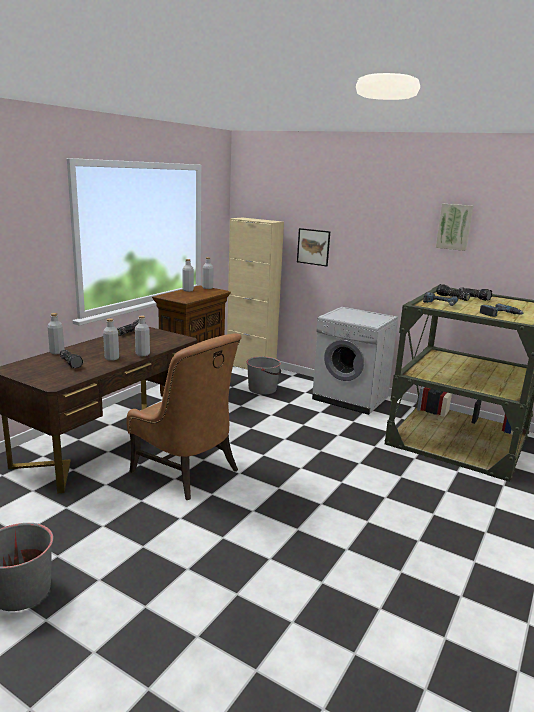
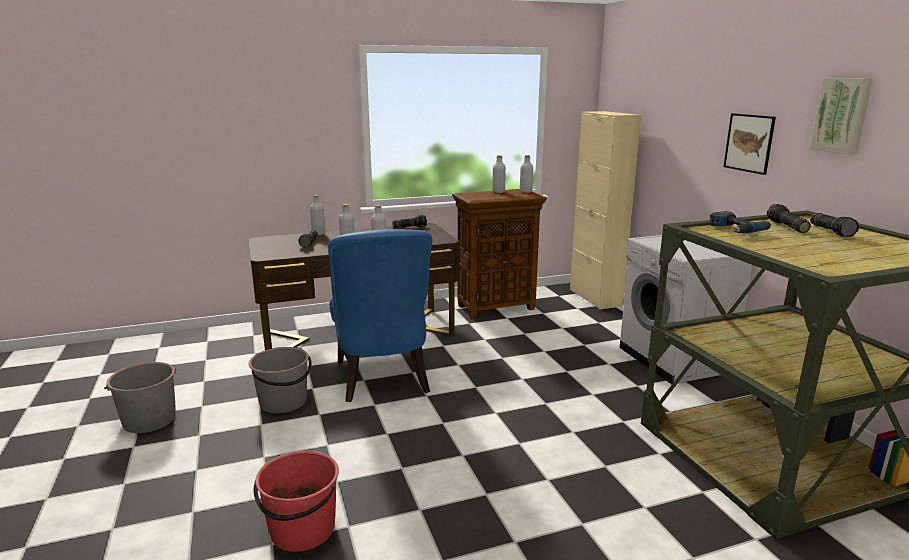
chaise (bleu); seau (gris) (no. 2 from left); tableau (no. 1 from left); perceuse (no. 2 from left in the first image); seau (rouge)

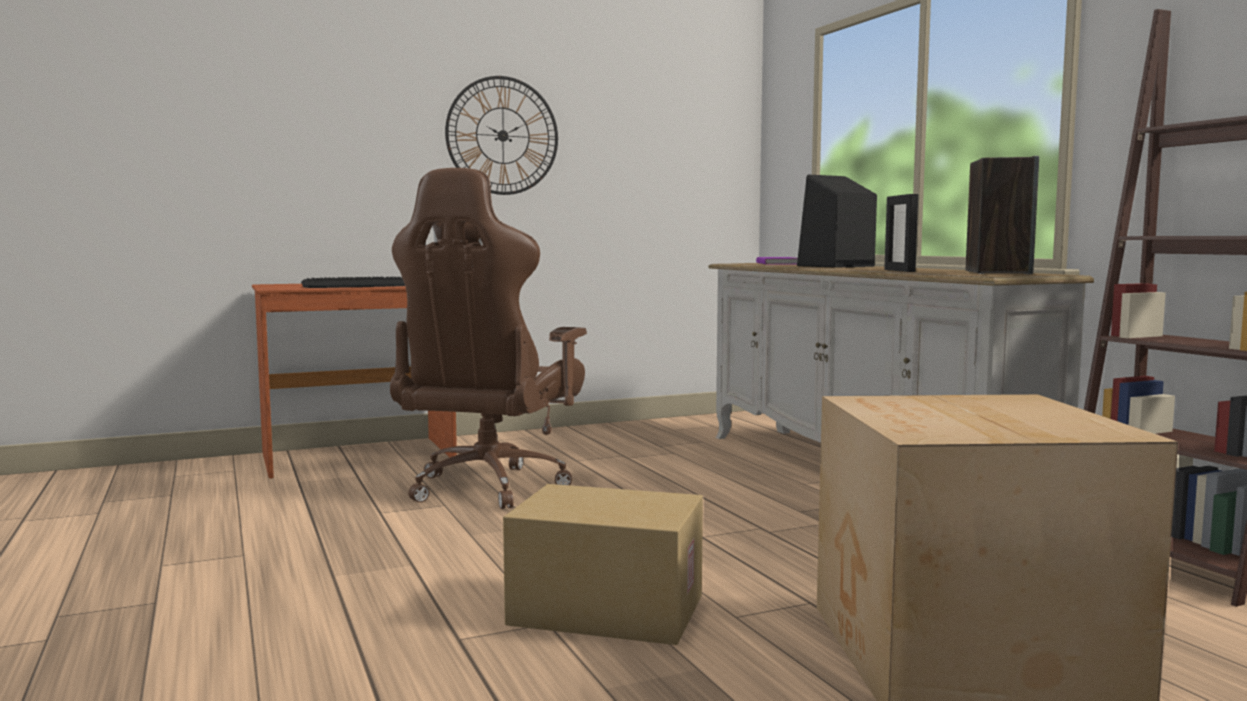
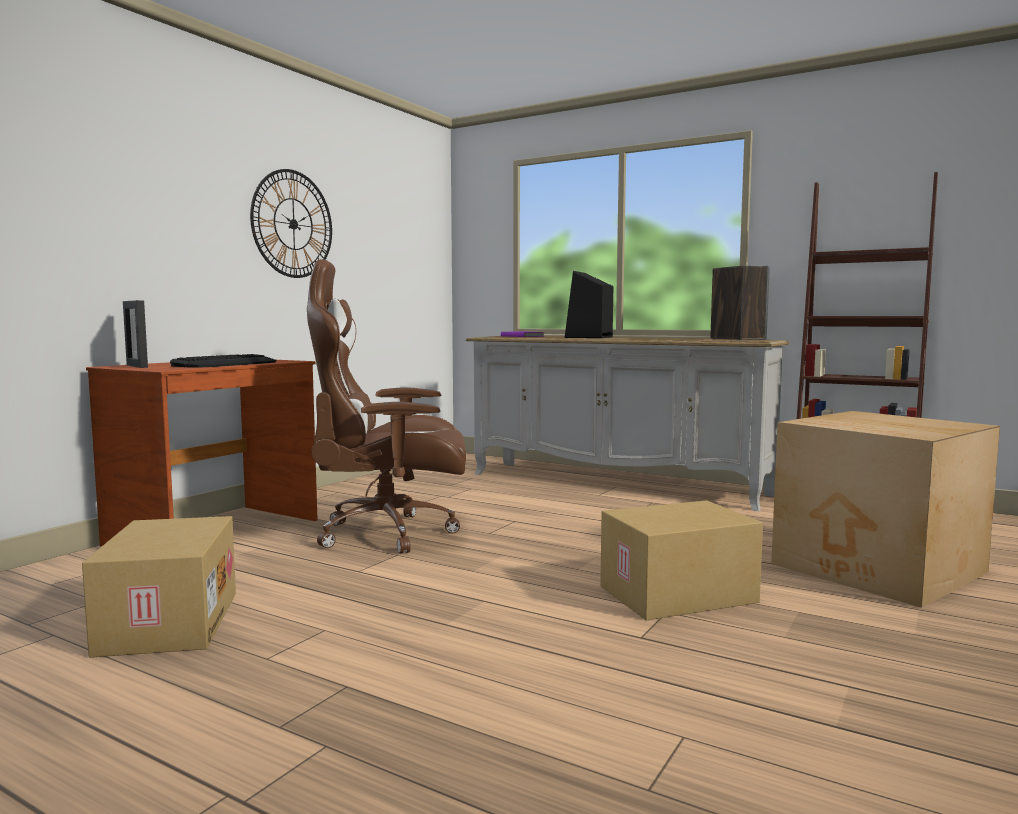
chaise de bureau (marron); cadre photo; carton (no. 1 from left)

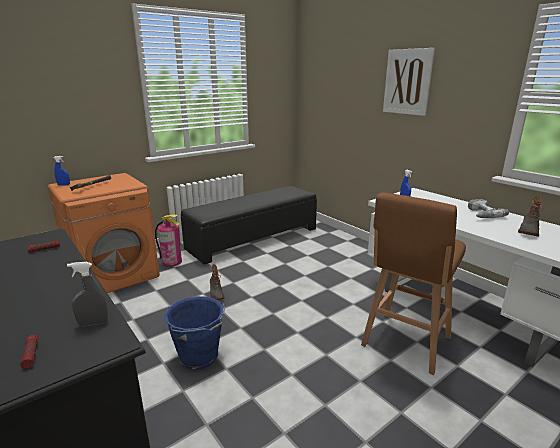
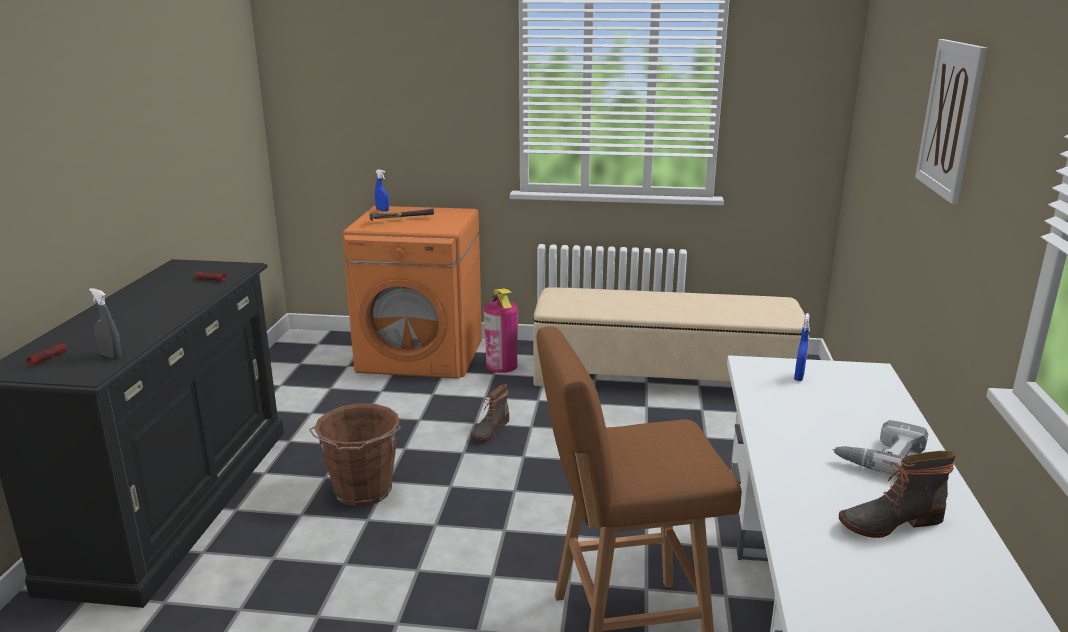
seau (marron); banc (beige)

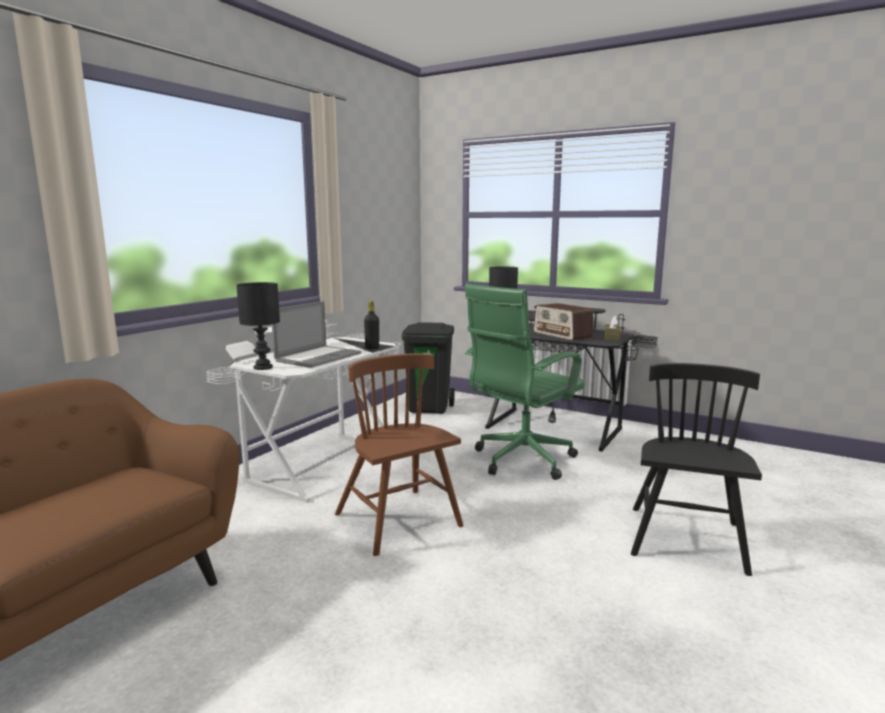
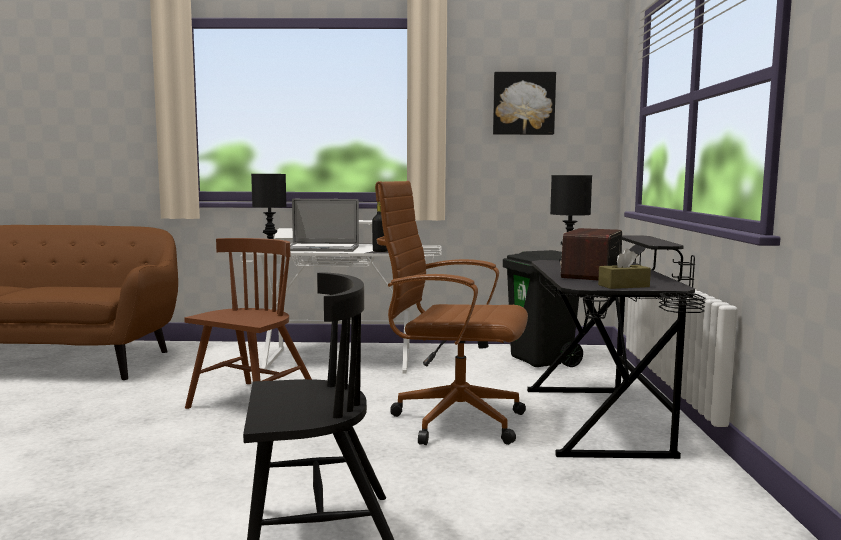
chaise de bureau (marron); tableau

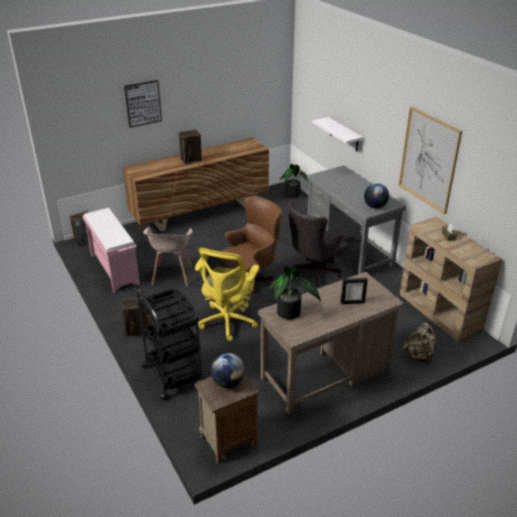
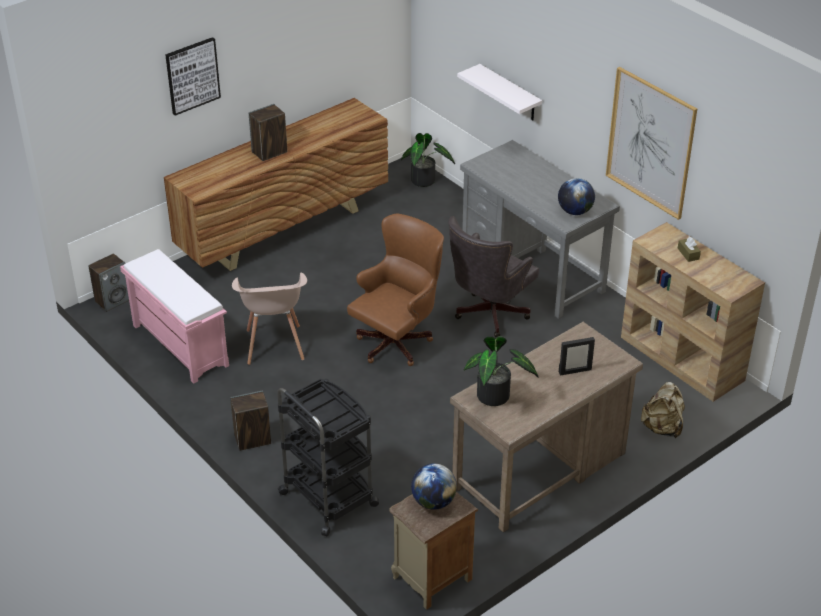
chaise de bureau (jaune)

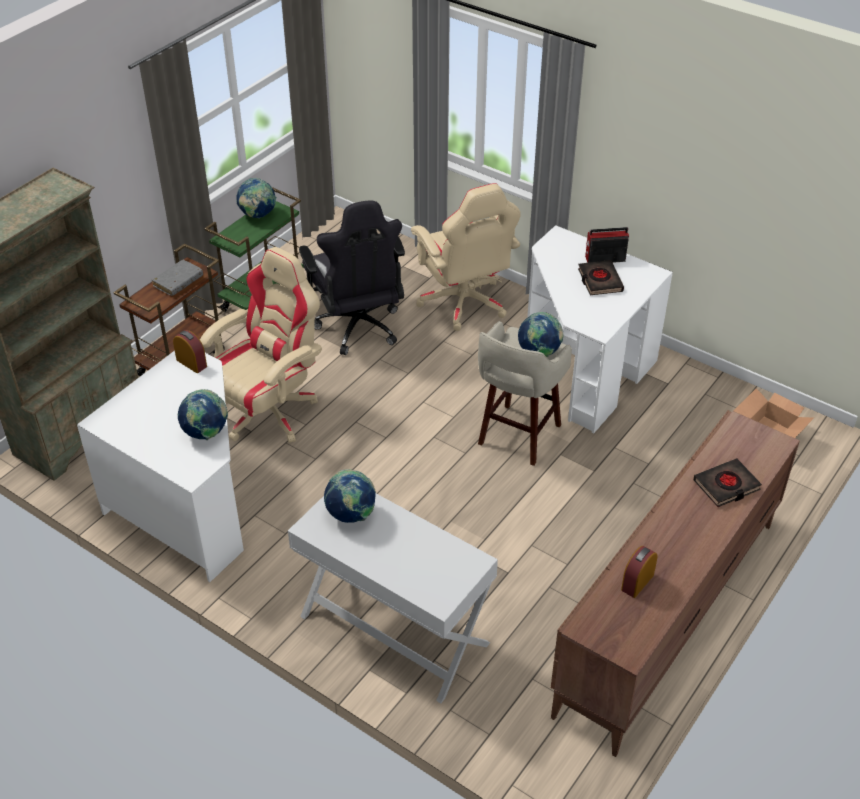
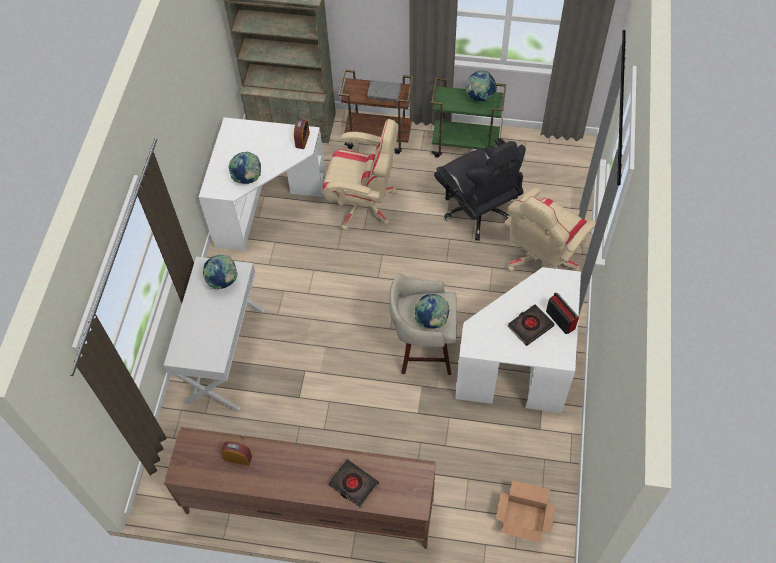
chaise de bureau (noir)

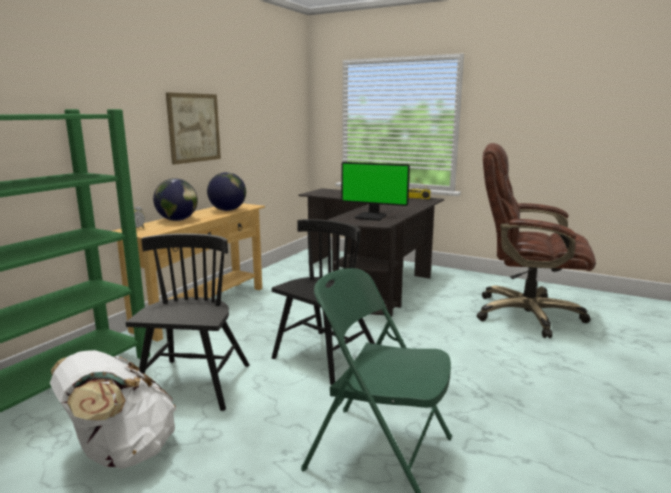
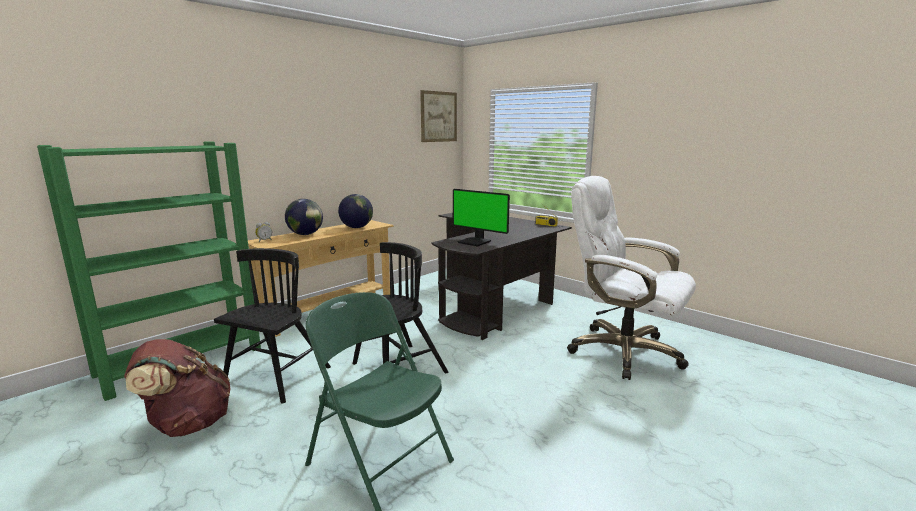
sac à dos (marron); tableau; chaise de bureau (blanc)

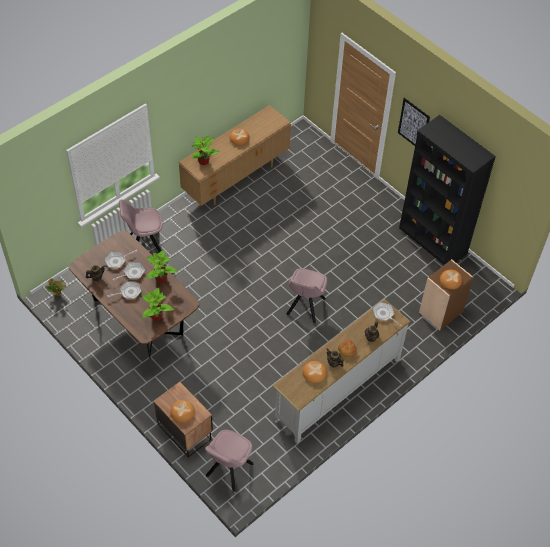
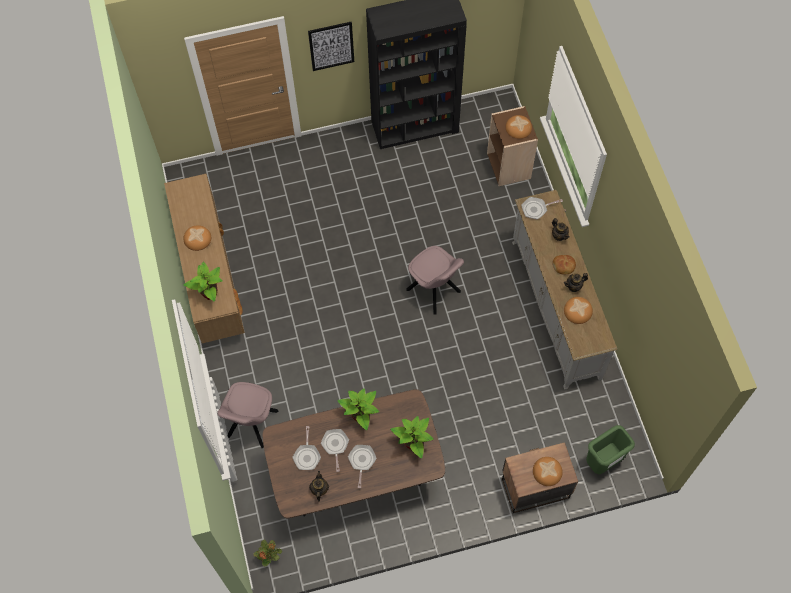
poubelle (vert)

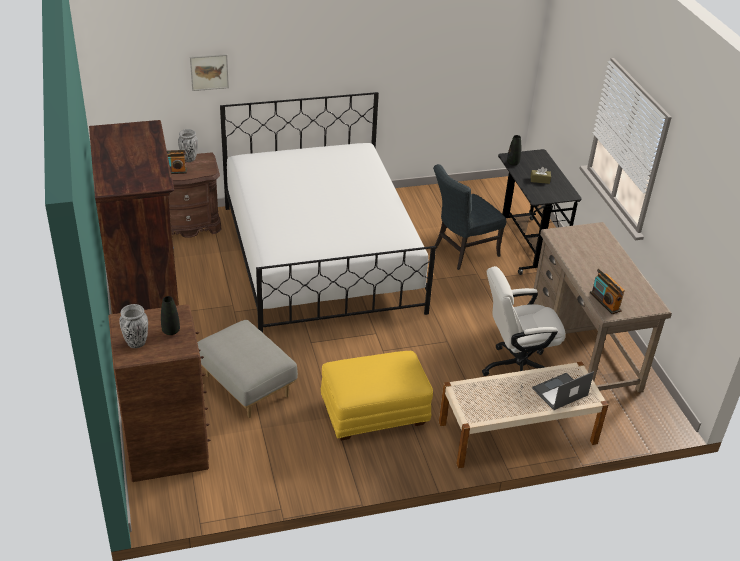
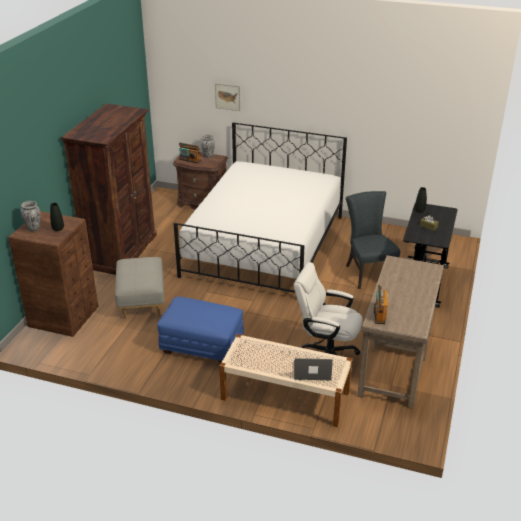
pouf (bleu); chaise (gris)

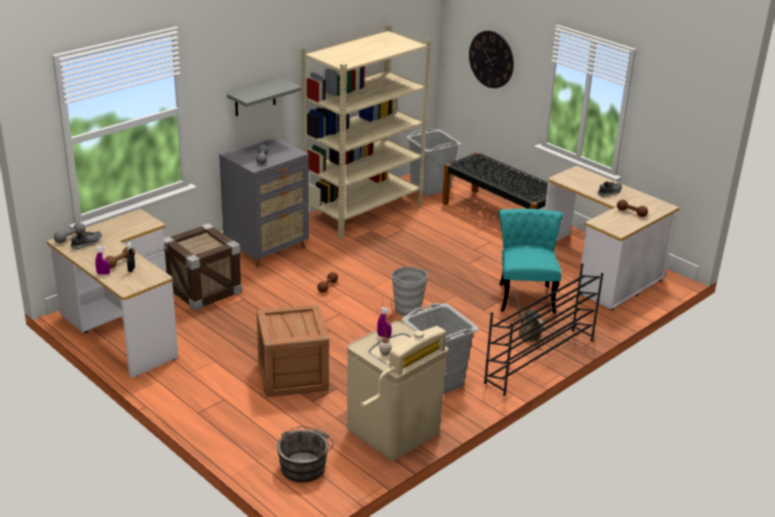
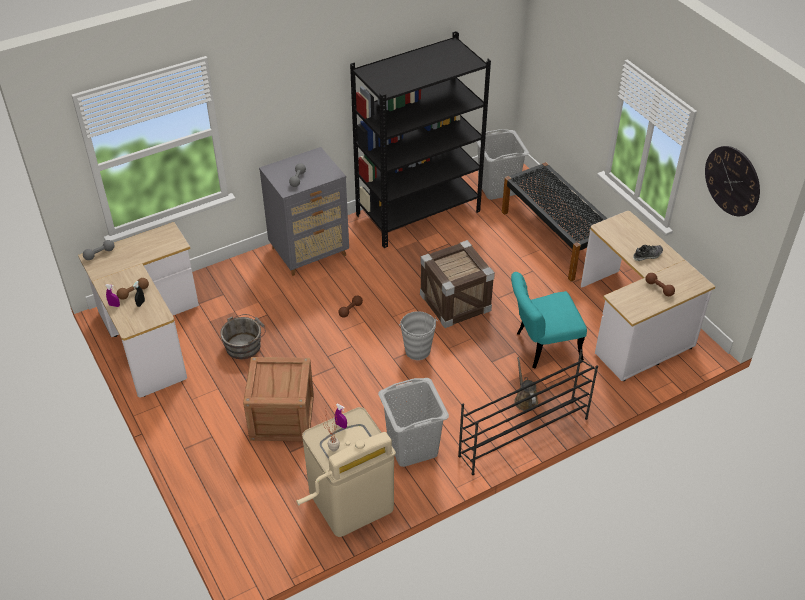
chaussure (no. 1 from left in the first image); caisse (no. 2 from left); étagère (gris); seau (gris) (no. 1 from left); bibliothèque (noir); horloge murale; chaise (turquoise)

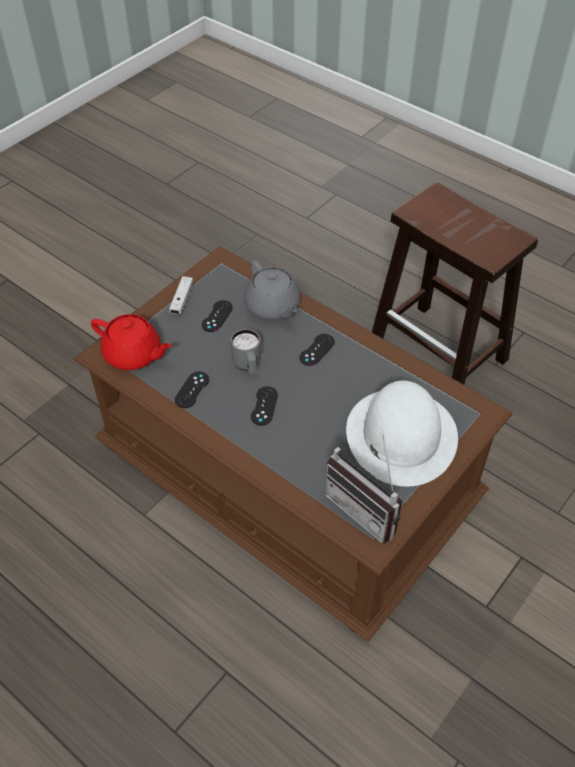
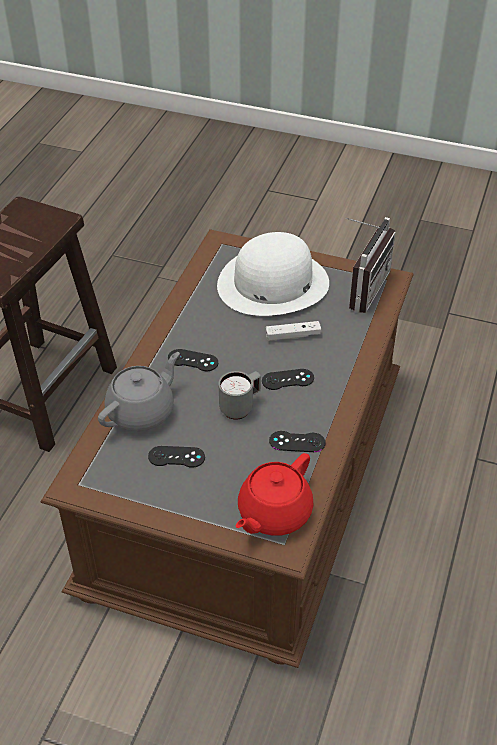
théière (rouge); manette (blanc)

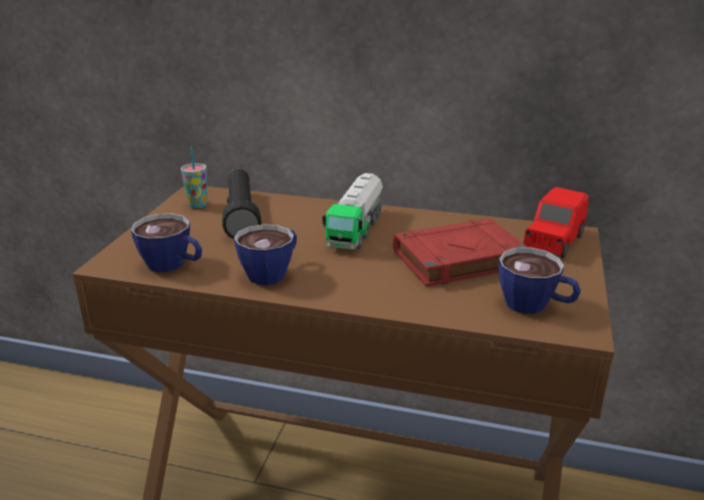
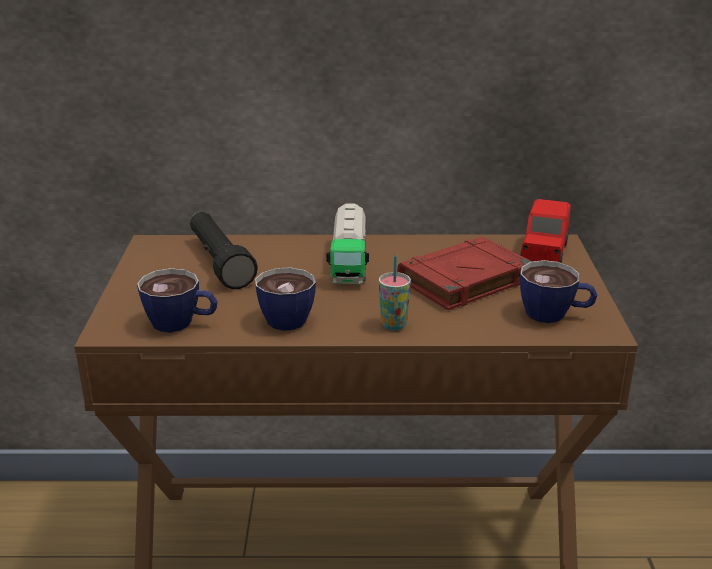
tasse (no. 3 from left)

